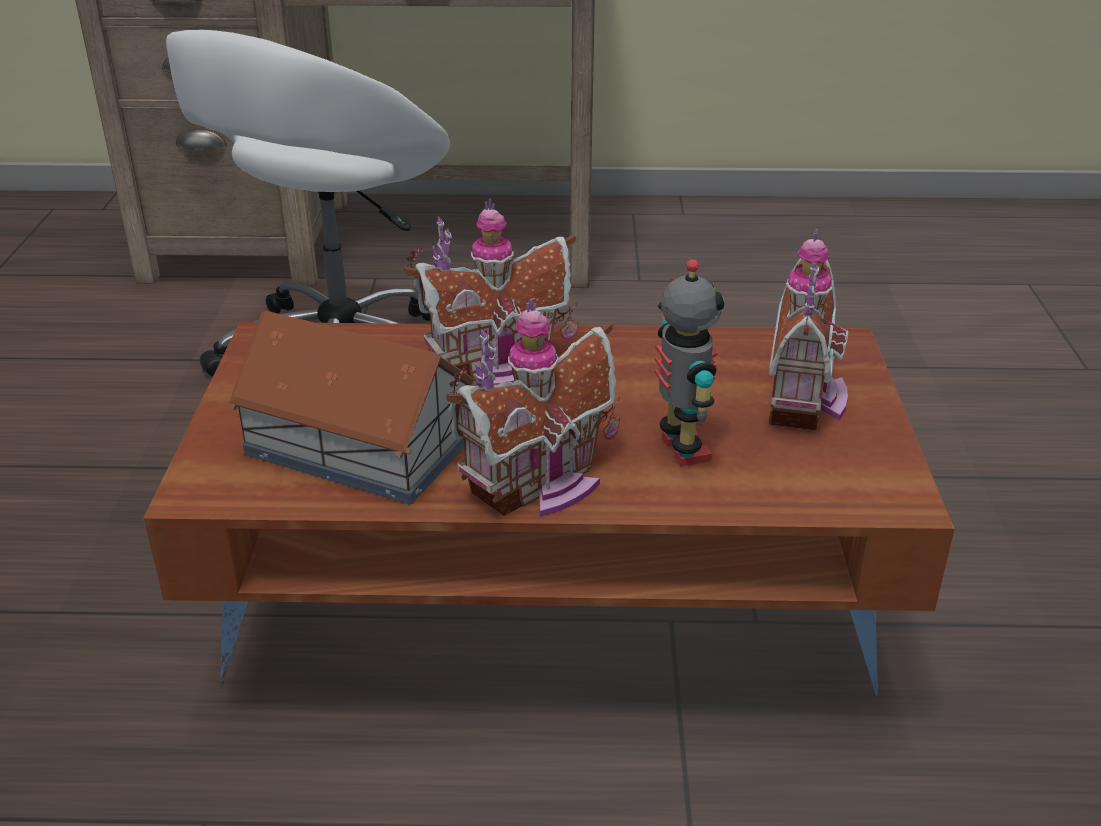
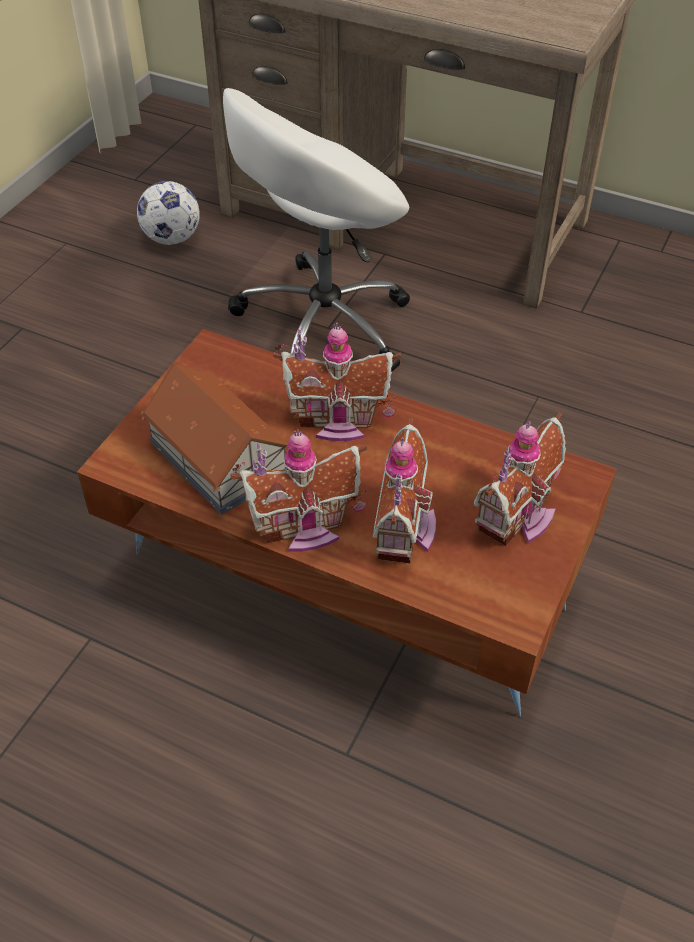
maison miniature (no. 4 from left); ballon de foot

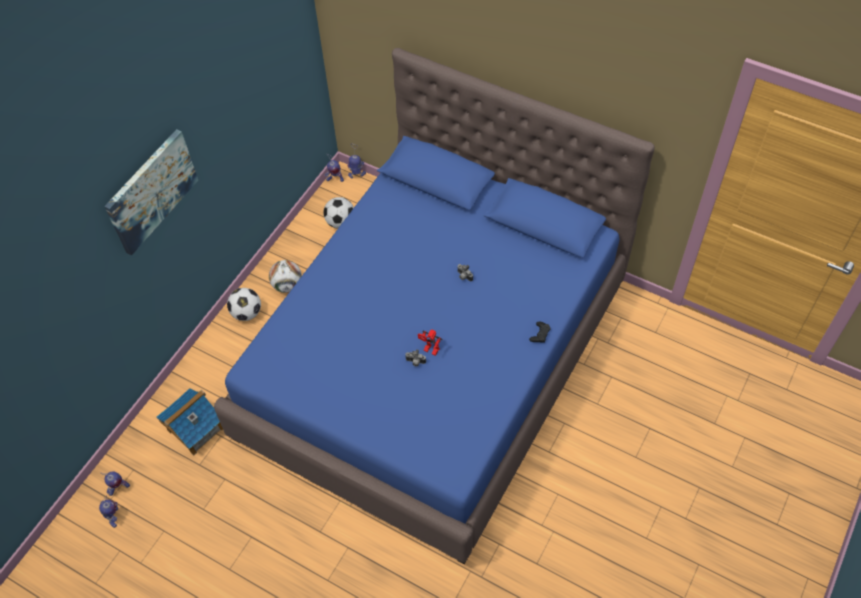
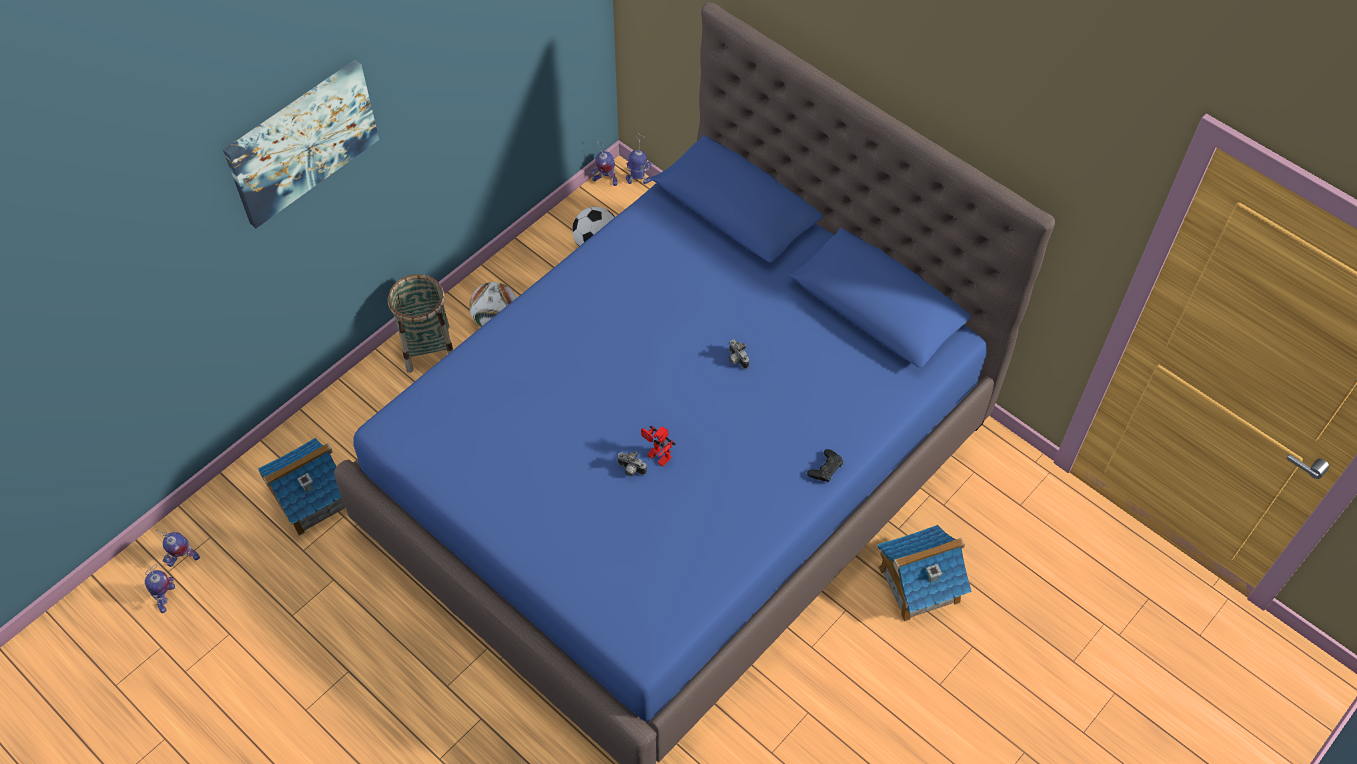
panier; maison miniature (no. 2 from left)

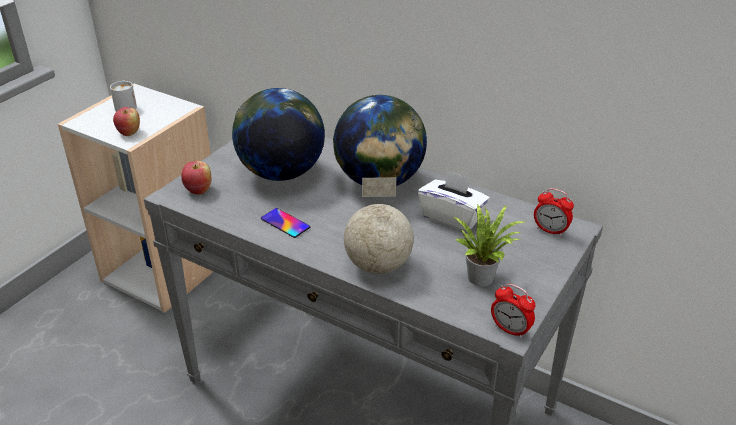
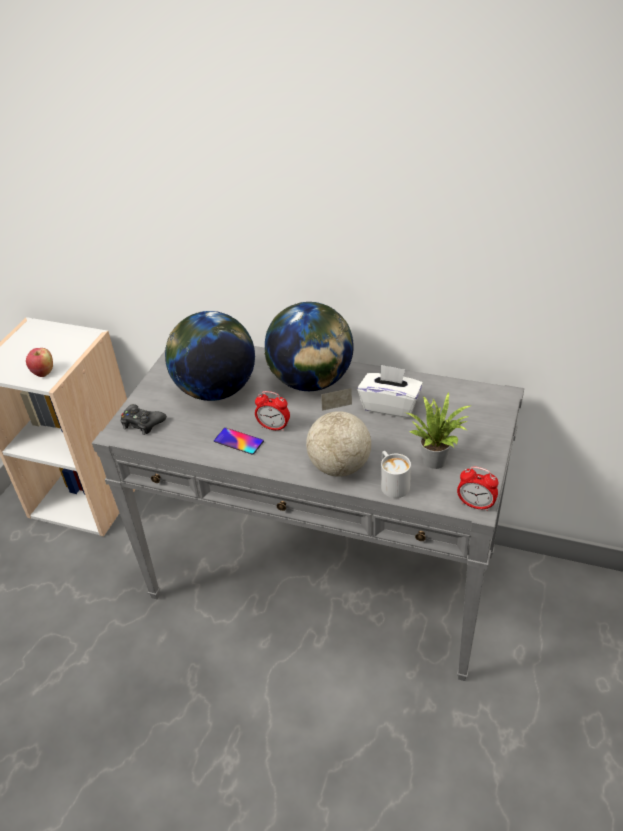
mug (blanc); manette (noir); réveil (no. 1 from left)

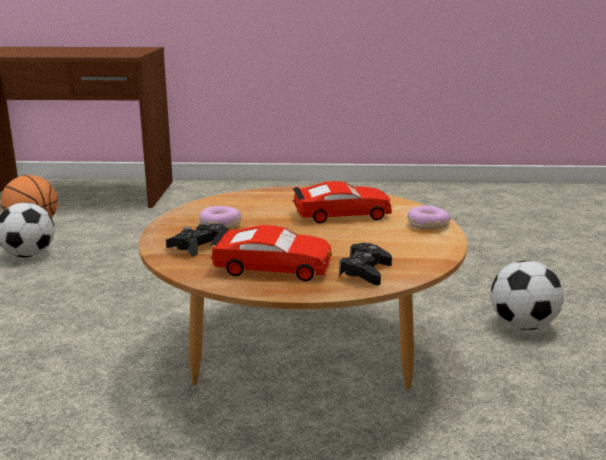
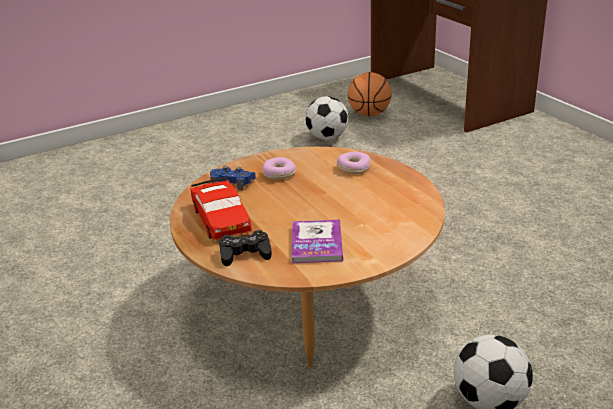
manette (bleu); petite voiture (rouge) (no. 2 from left in the first image); beignet (no. 2 from left); livre

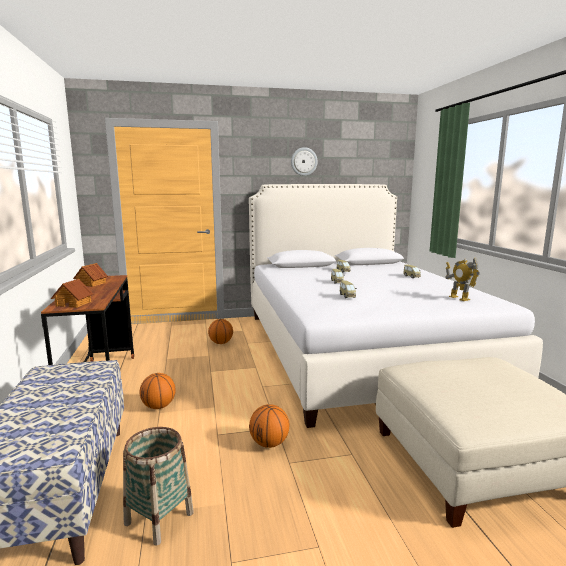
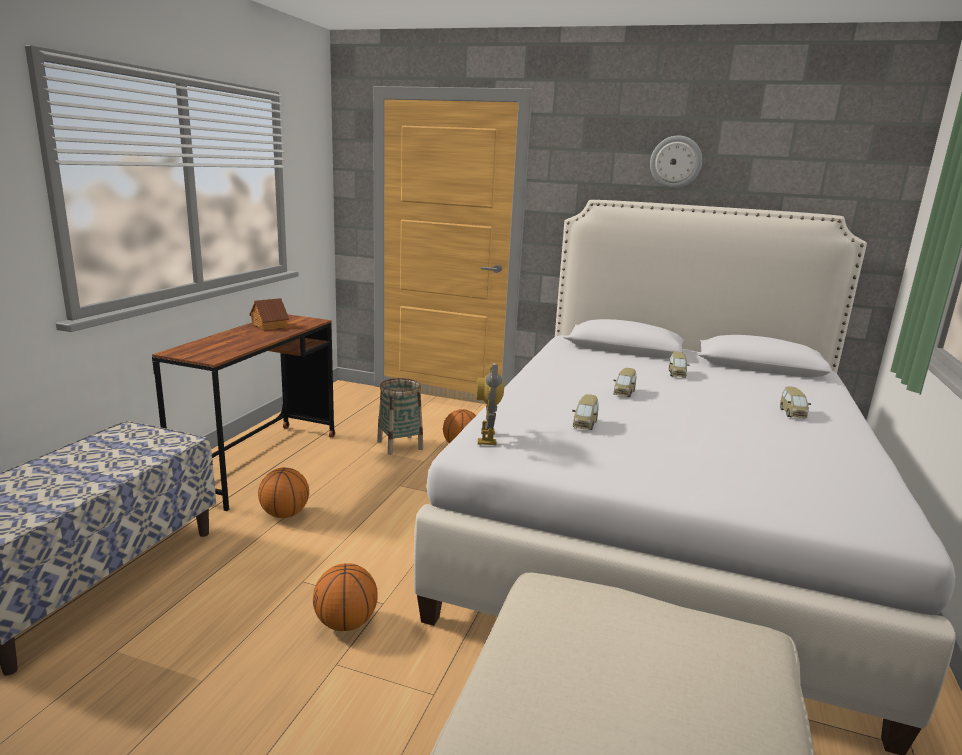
maison miniature (no. 1 from left in the first image); panier; robot jouet

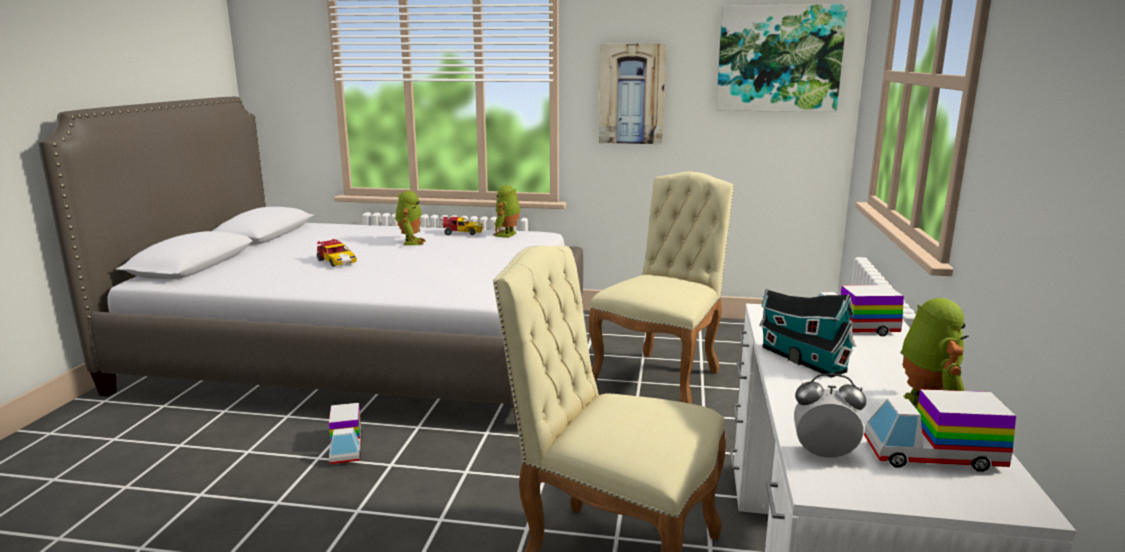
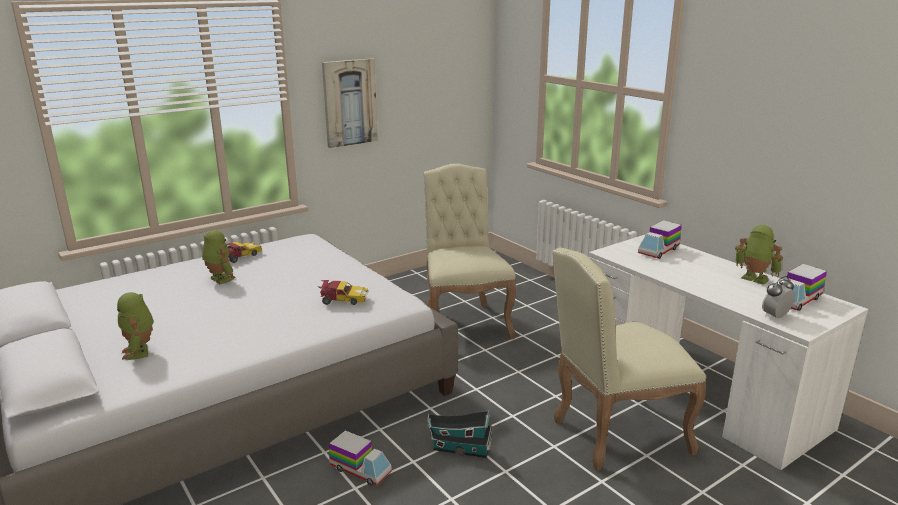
petite voiture (no. 2 from left); robot jouet (no. 1 from left); tableau (no. 2 from left in the first image); maison miniature

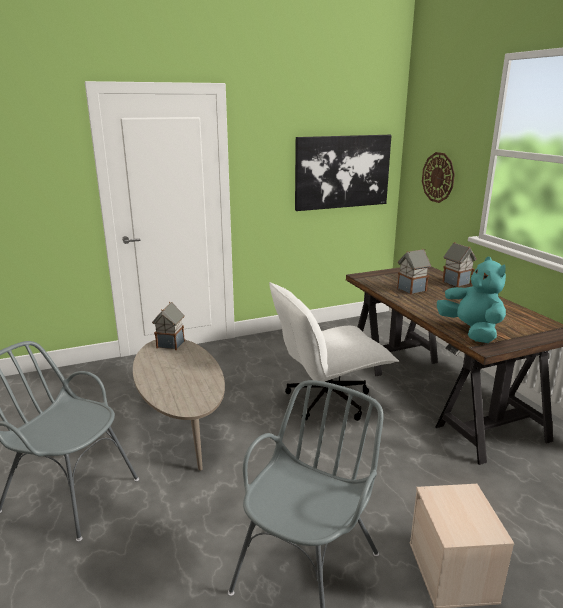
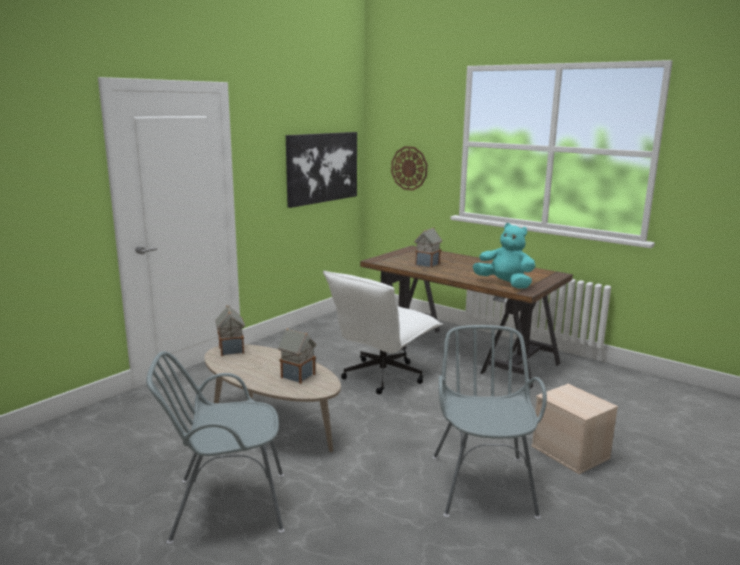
maison miniature (no. 2 from left)

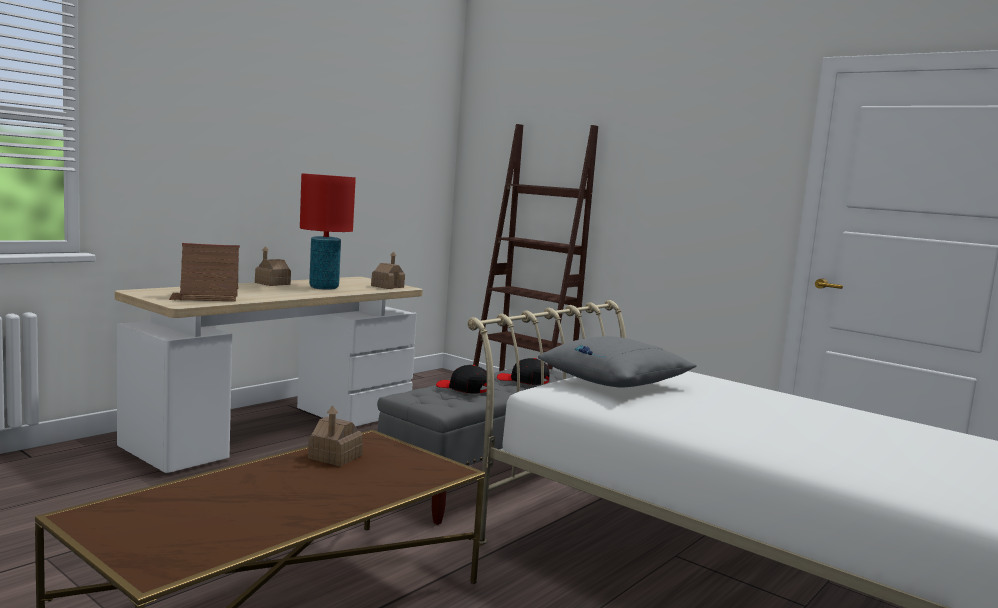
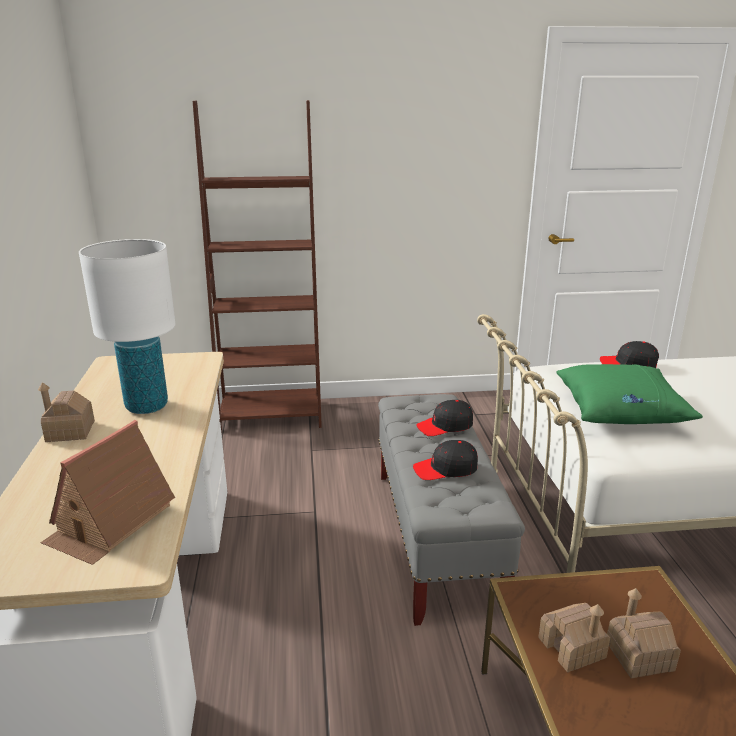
lampe de table (blanc); maison miniature (no. 4 from left); coussin (vert); casquette (noir) (no. 3 from left)

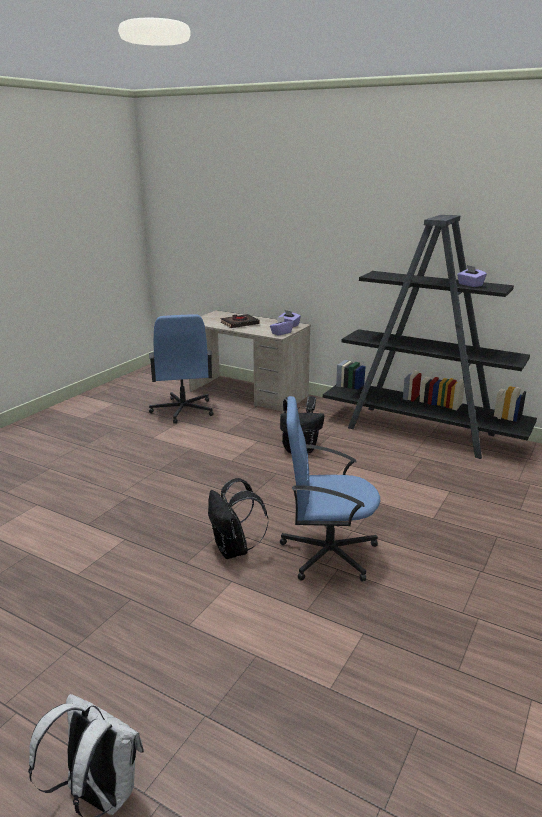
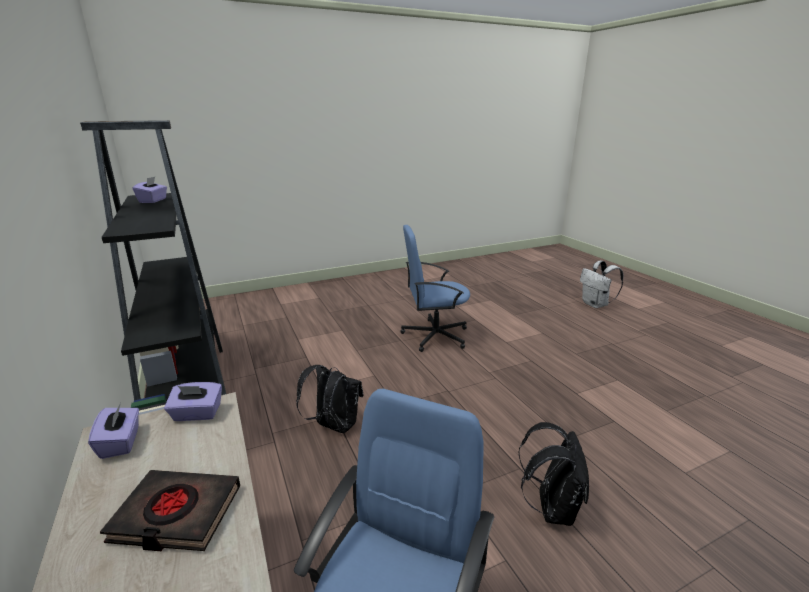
sac à dos (noir) (no. 2 from left); chaise de bureau (bleu) (no. 2 from left)

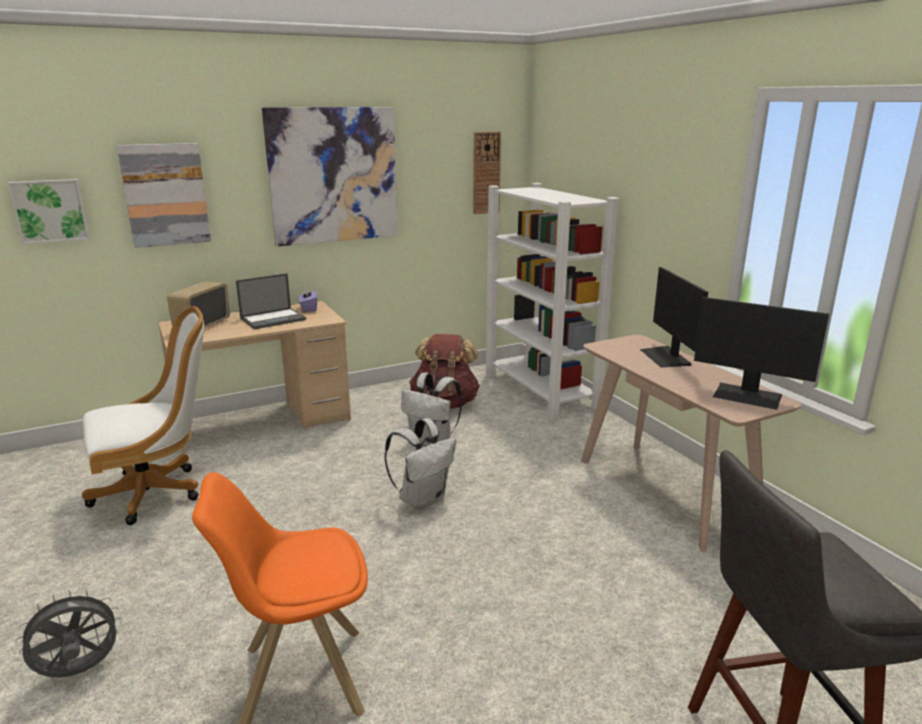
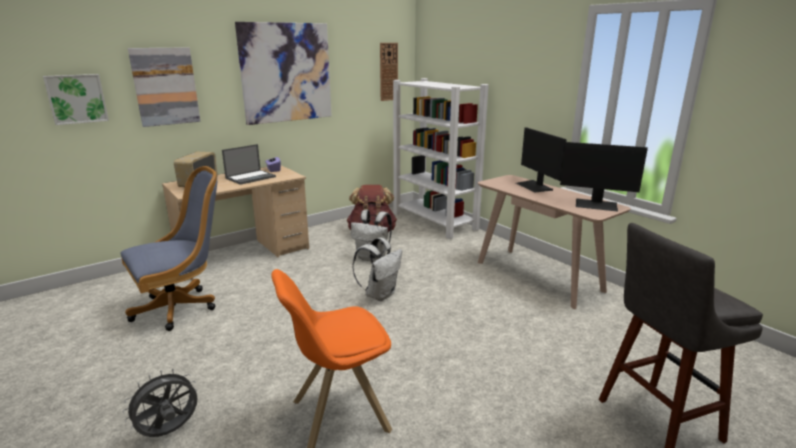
chaise de bureau (bleu)

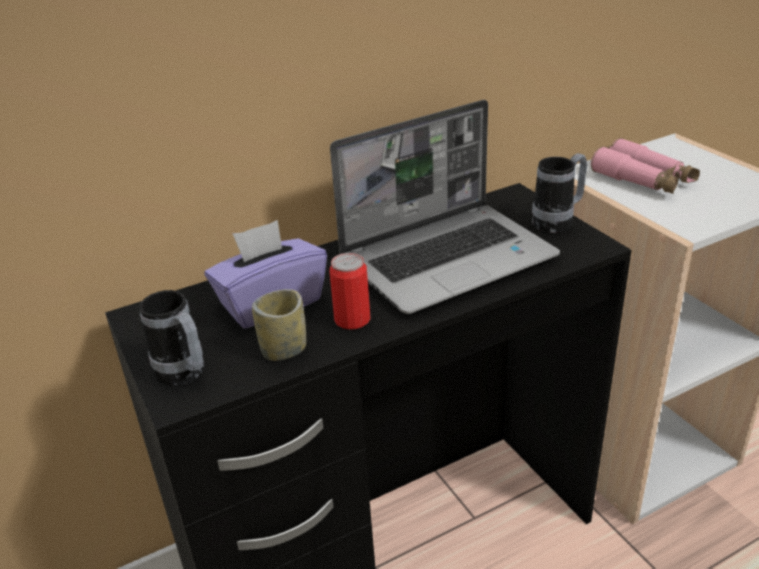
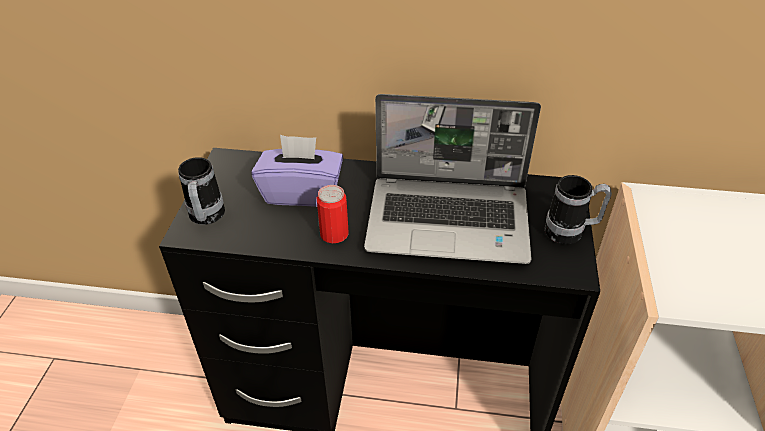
tasse; jumelles (rose)

